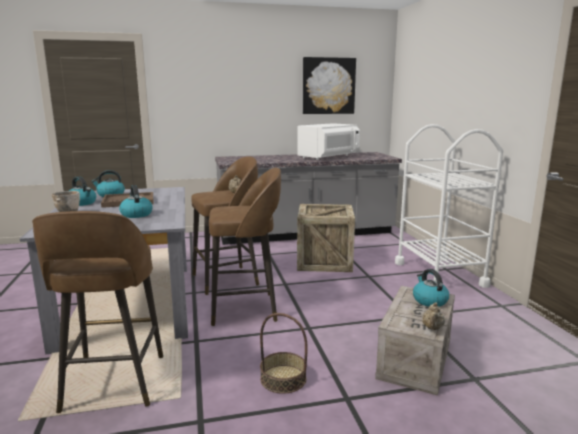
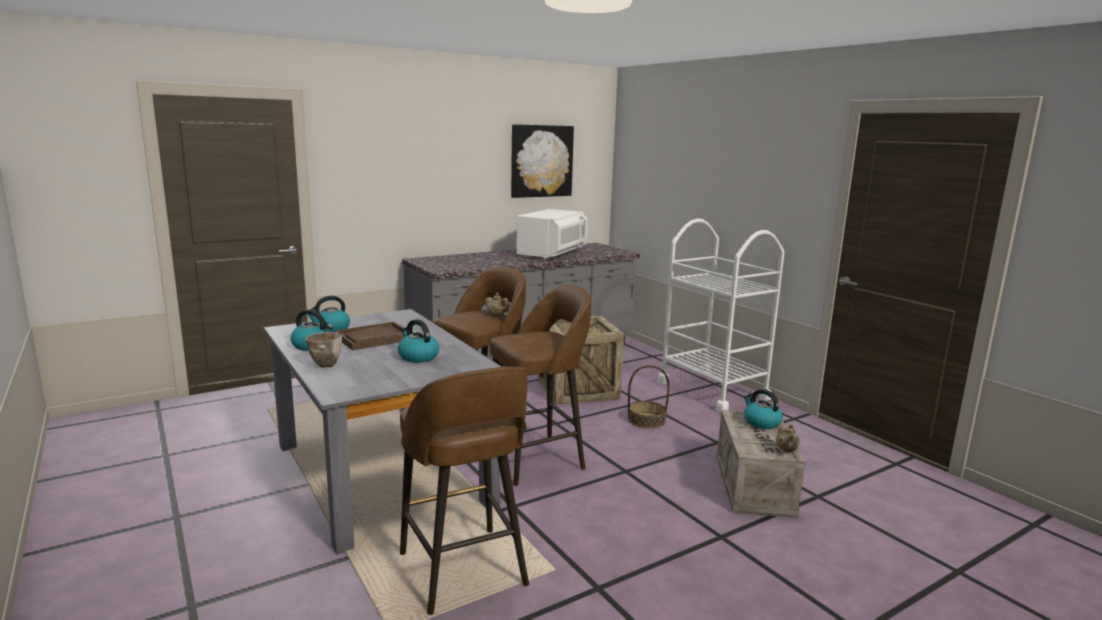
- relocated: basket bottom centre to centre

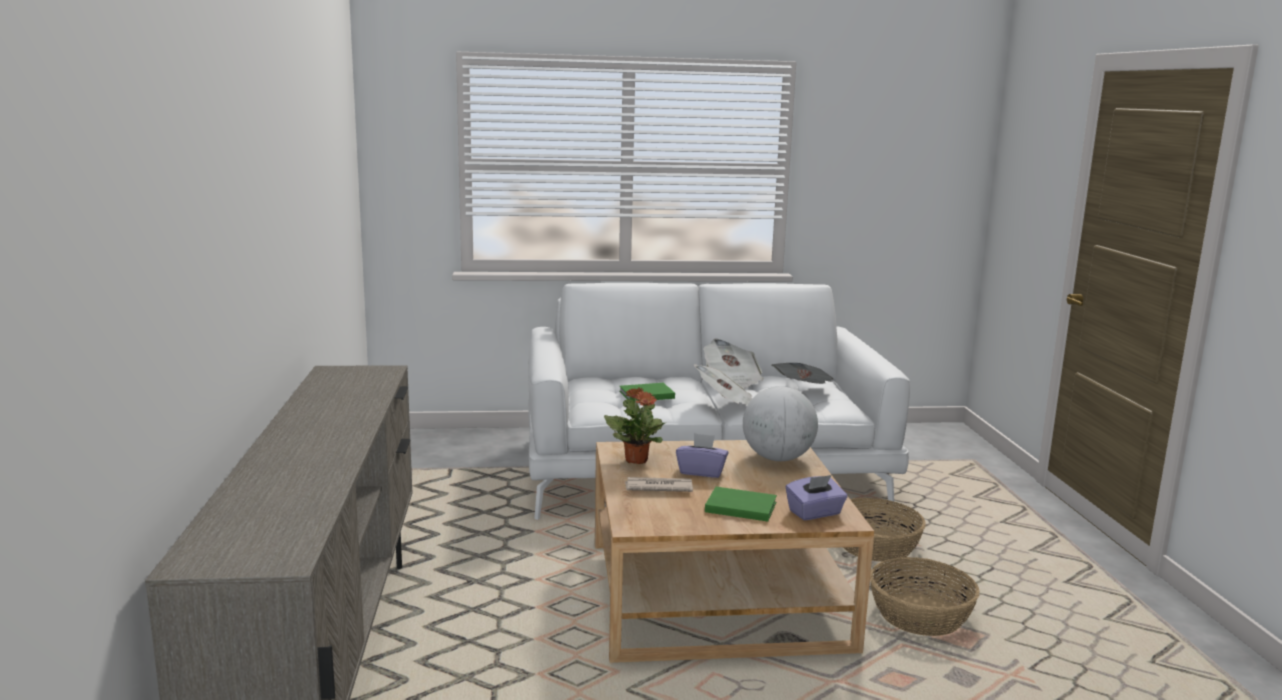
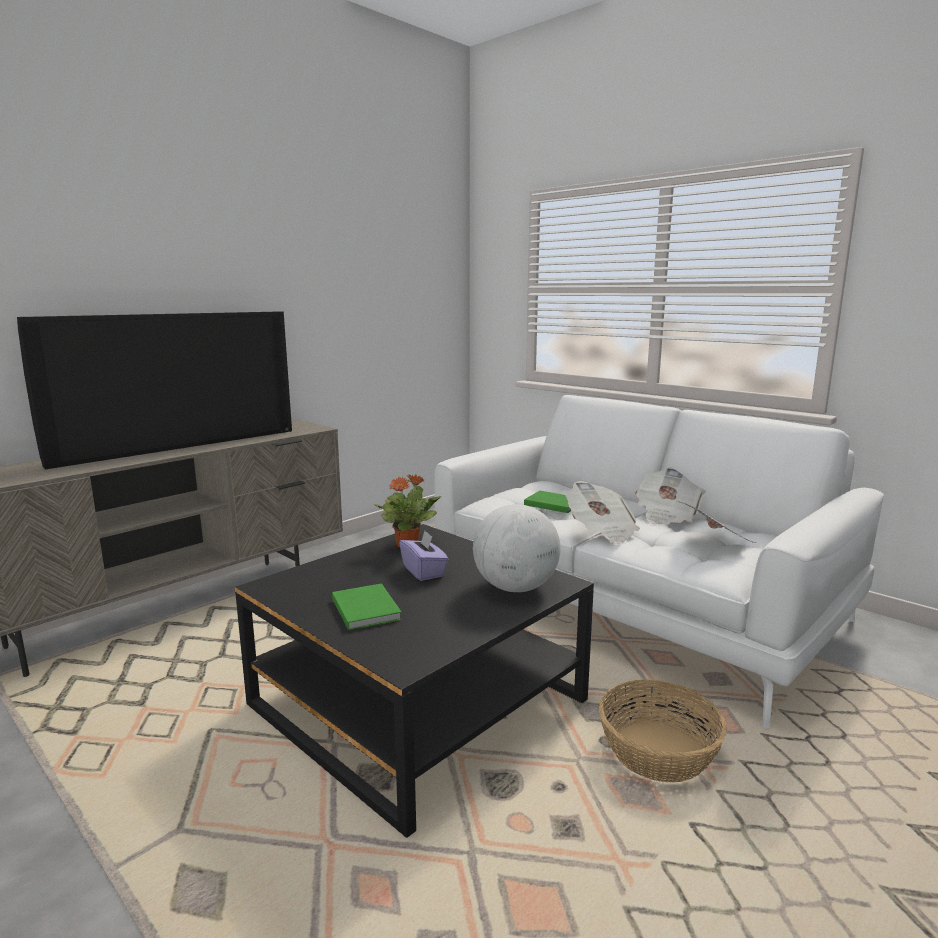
- colour: beige-coloured coffee table bottom centre to black coffee table bottom centre
- missing: daily paper (no. 1 from left) bottom centre
- missing: purple tissue holder (no. 2 from left) bottom centre
- missing: basket (no. 2 from left) bottom right
- appeared: TV middle left

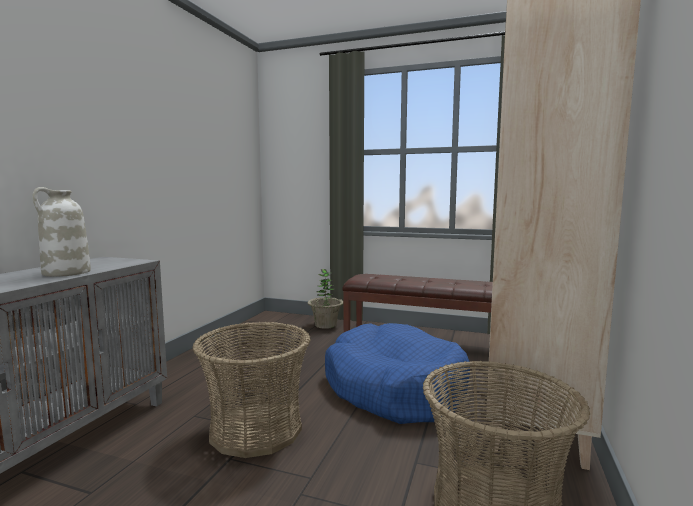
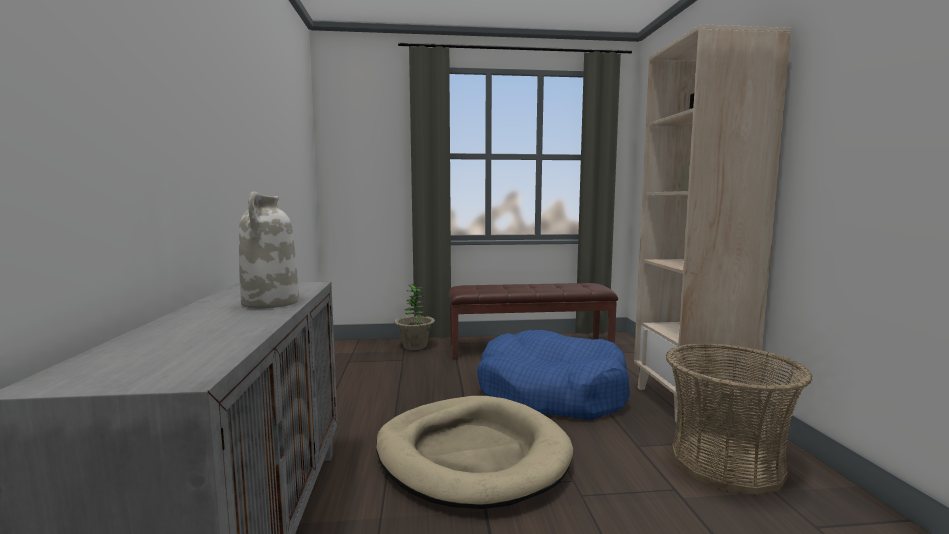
- exchanged: basket (no. 1 from left) bottom centre to beige-coloured dog cushion bottom centre

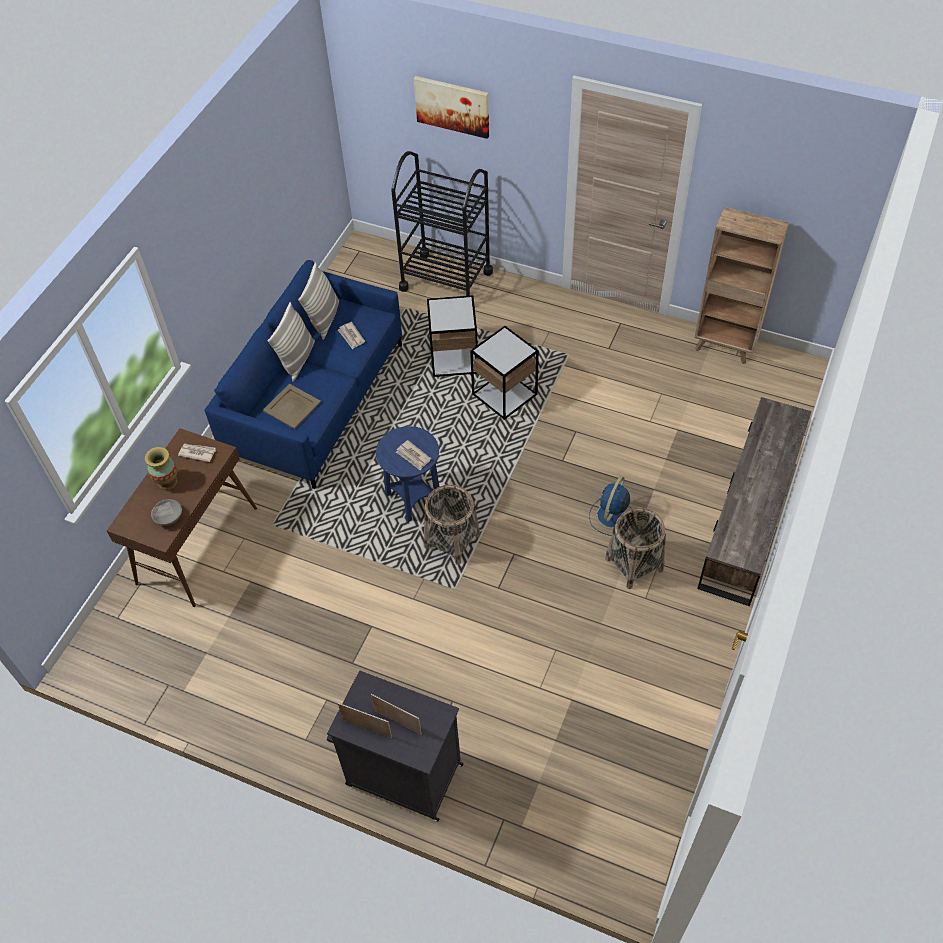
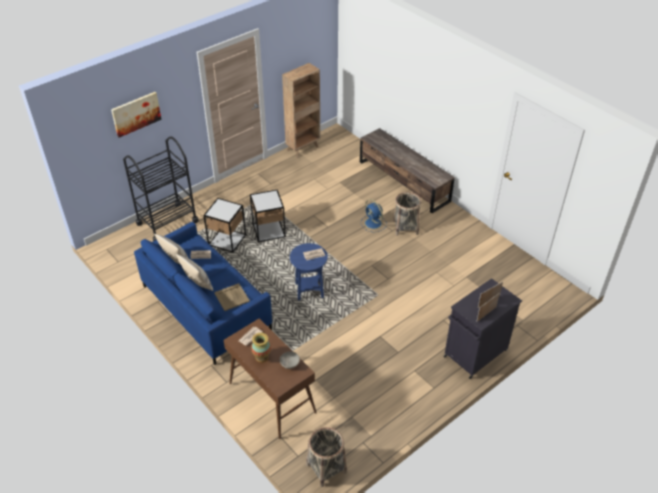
- relocated: basket (no. 1 from left) centre to bottom centre

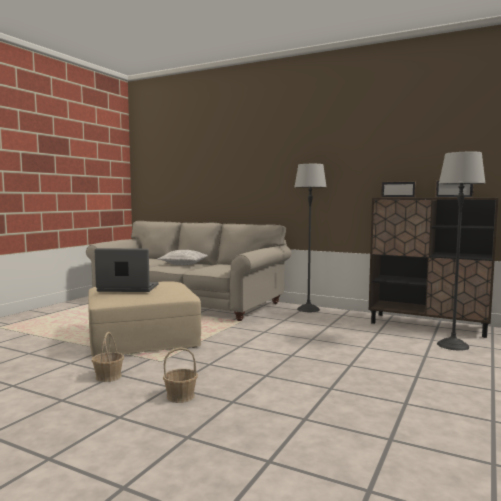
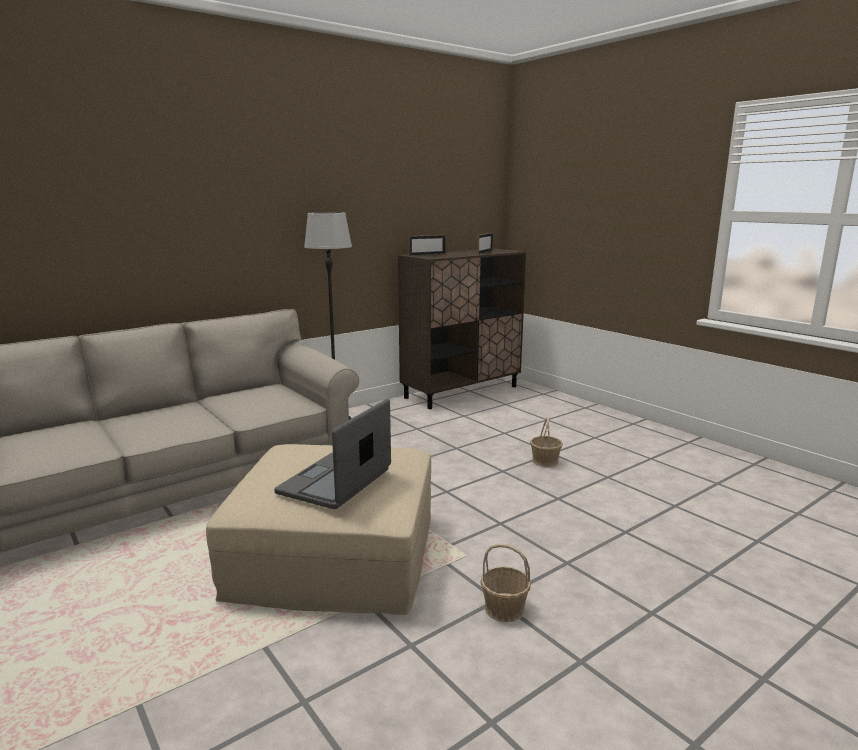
- missing: pillow centre
- relocated: basket (no. 2 from left) bottom centre to centre
- missing: standard lamp (no. 2 from left) middle right

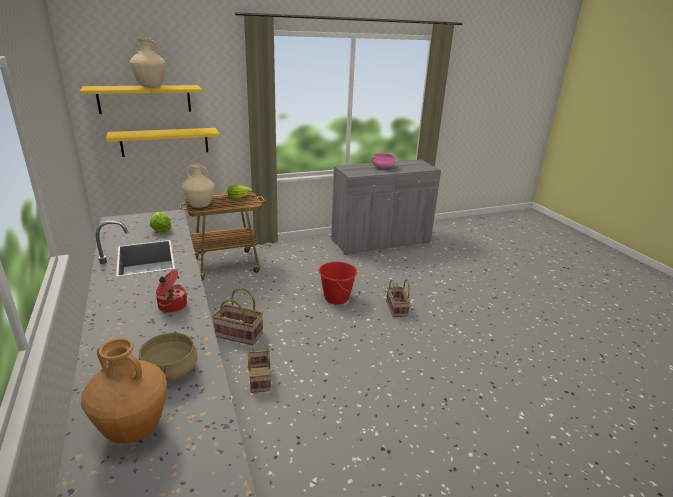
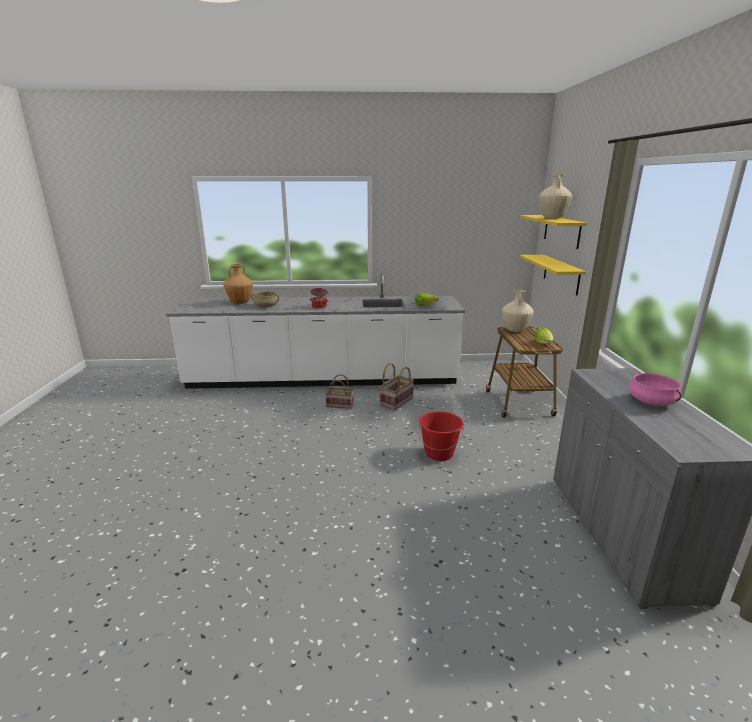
- missing: basket (no. 3 from left) centre

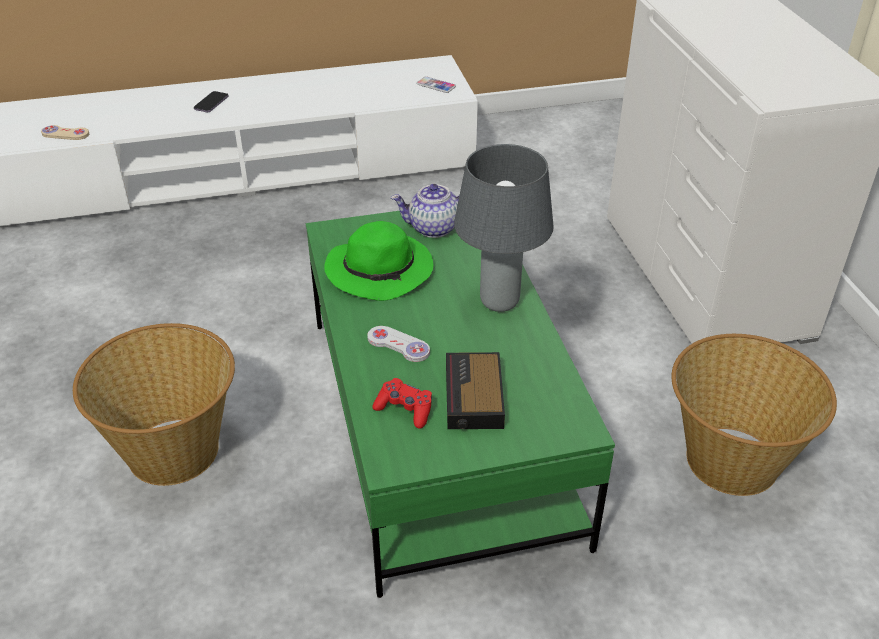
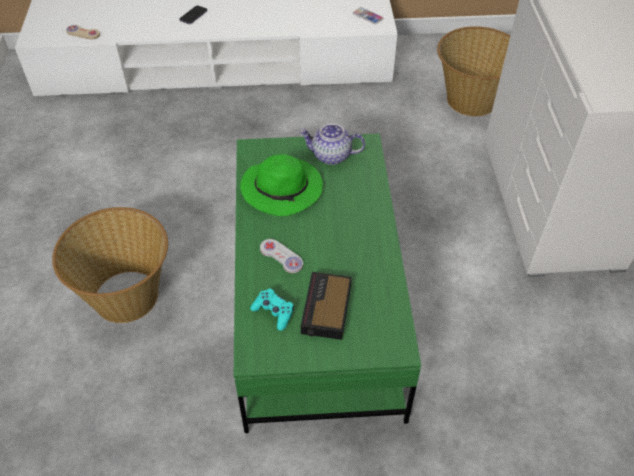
- colour: red-coloured joypad centre to turquoise-coloured joypad centre
- missing: greyish tabletop lamp centre
- relocated: basket (no. 2 from left) middle right to top right

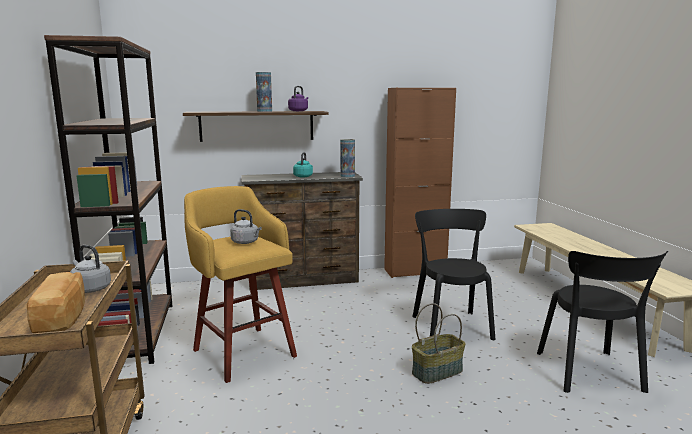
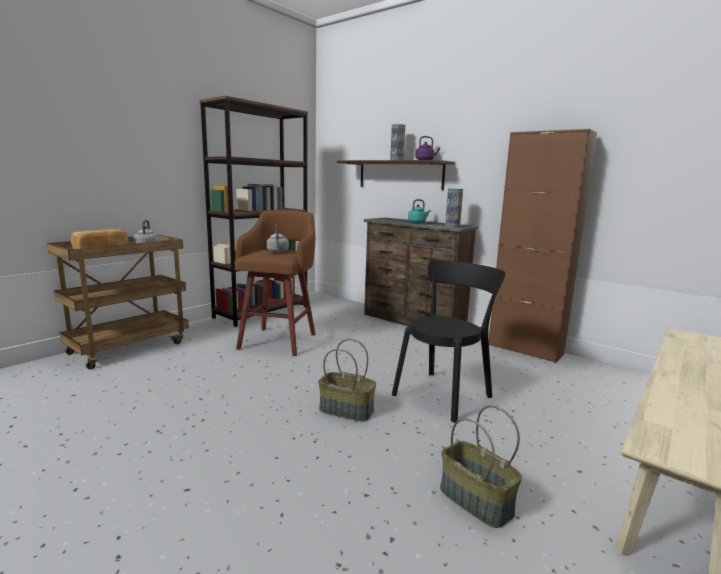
- colour: yellowish stool seat centre to brownish stool seat centre
- exchanged: black chair (no. 2 from left) bottom right to basket (no. 2 from left) bottom right

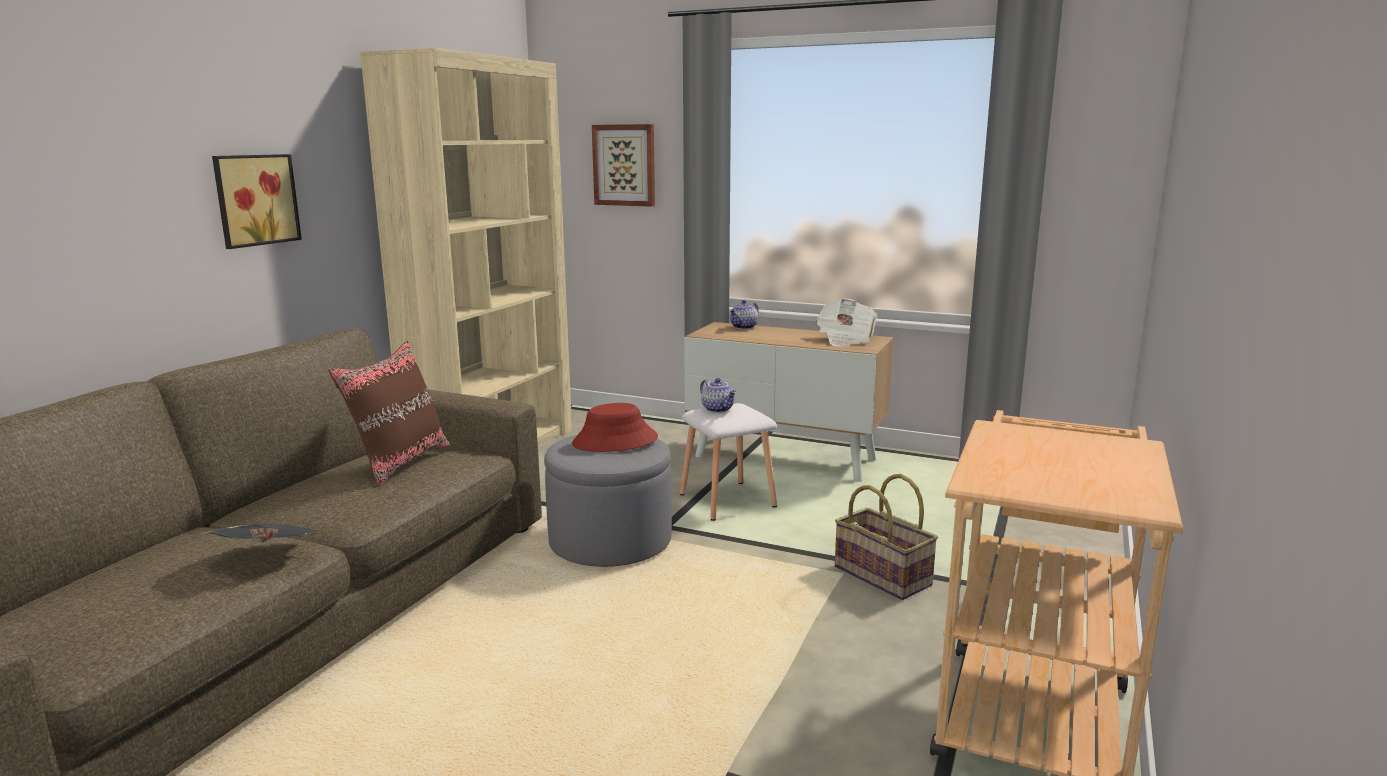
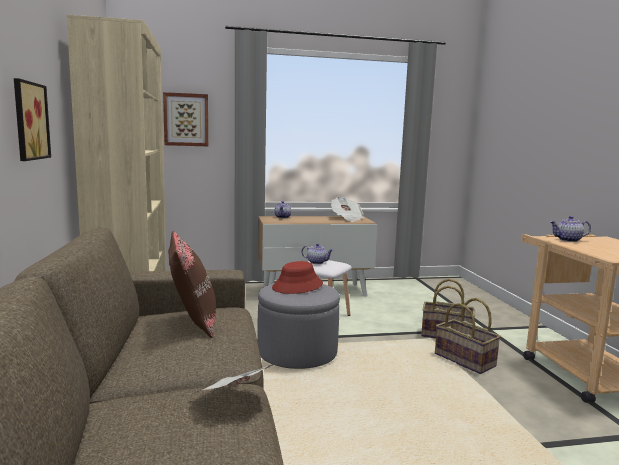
- appeared: basket (no. 2 from left) bottom right
- appeared: tea pot (no. 3 from left) middle right

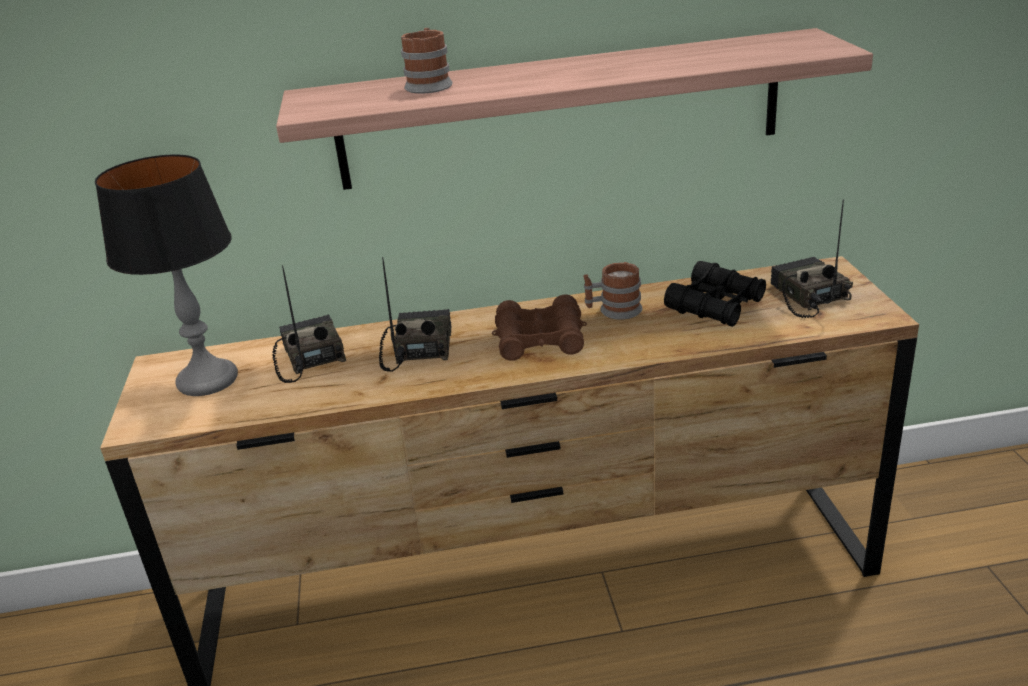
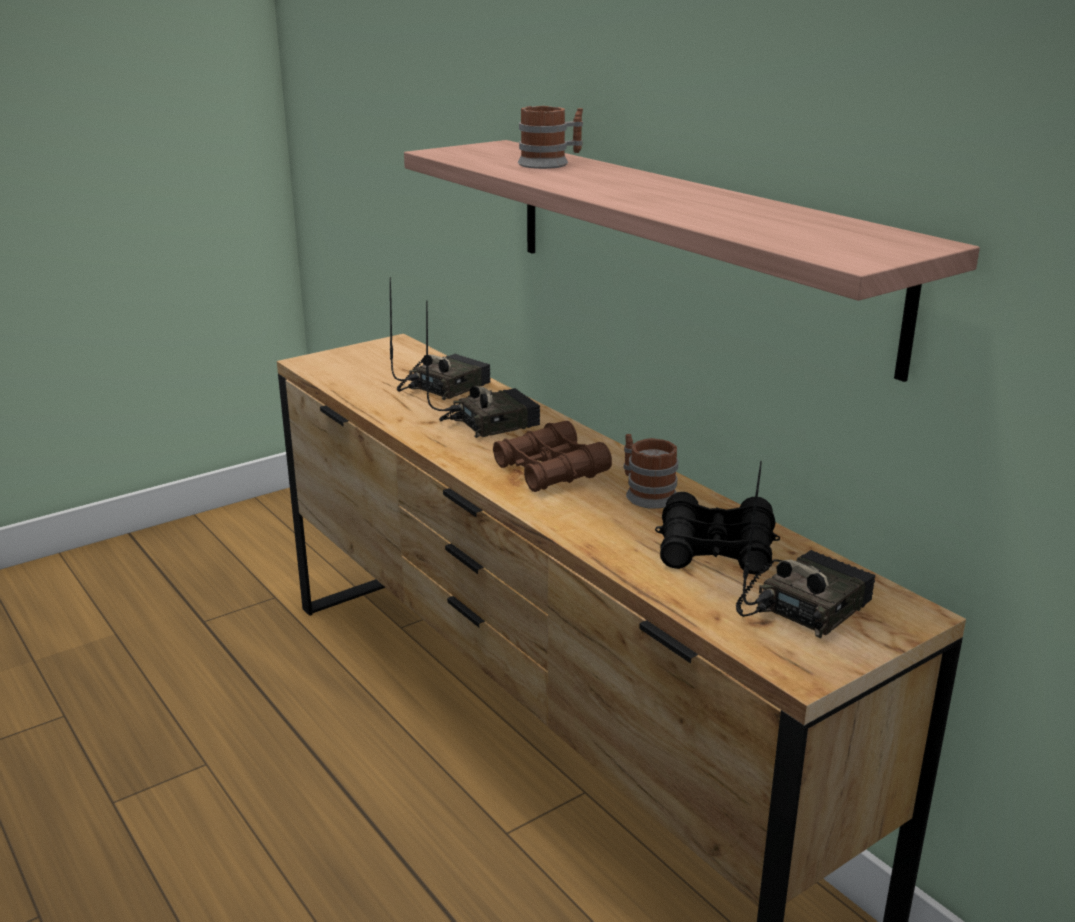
- missing: tabletop lamp middle left

